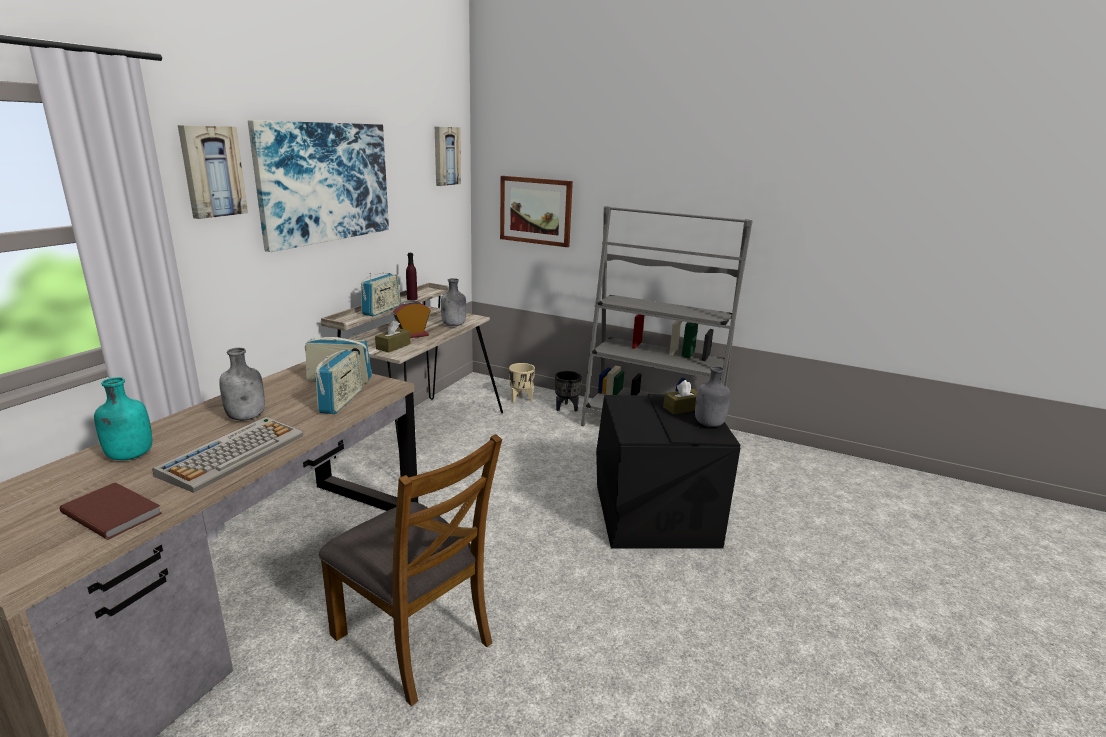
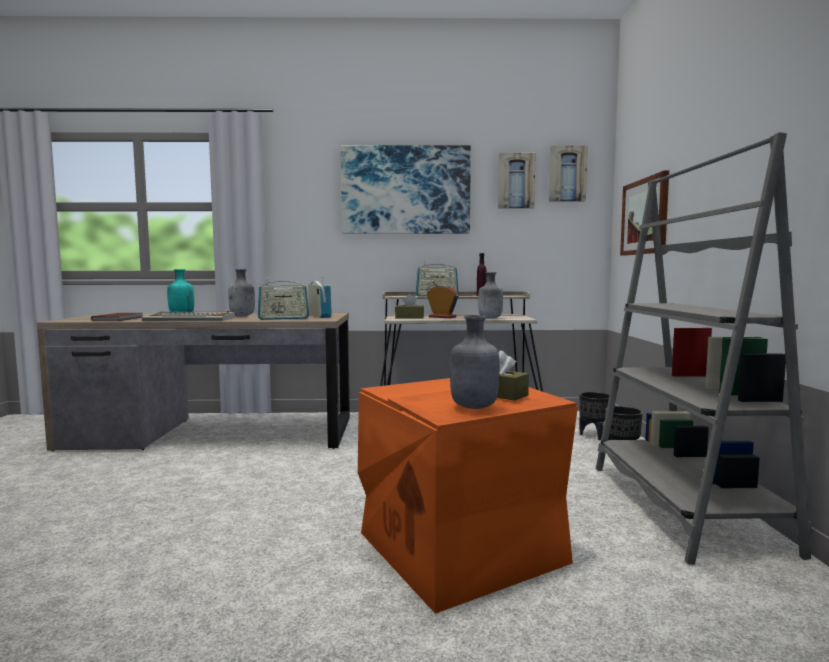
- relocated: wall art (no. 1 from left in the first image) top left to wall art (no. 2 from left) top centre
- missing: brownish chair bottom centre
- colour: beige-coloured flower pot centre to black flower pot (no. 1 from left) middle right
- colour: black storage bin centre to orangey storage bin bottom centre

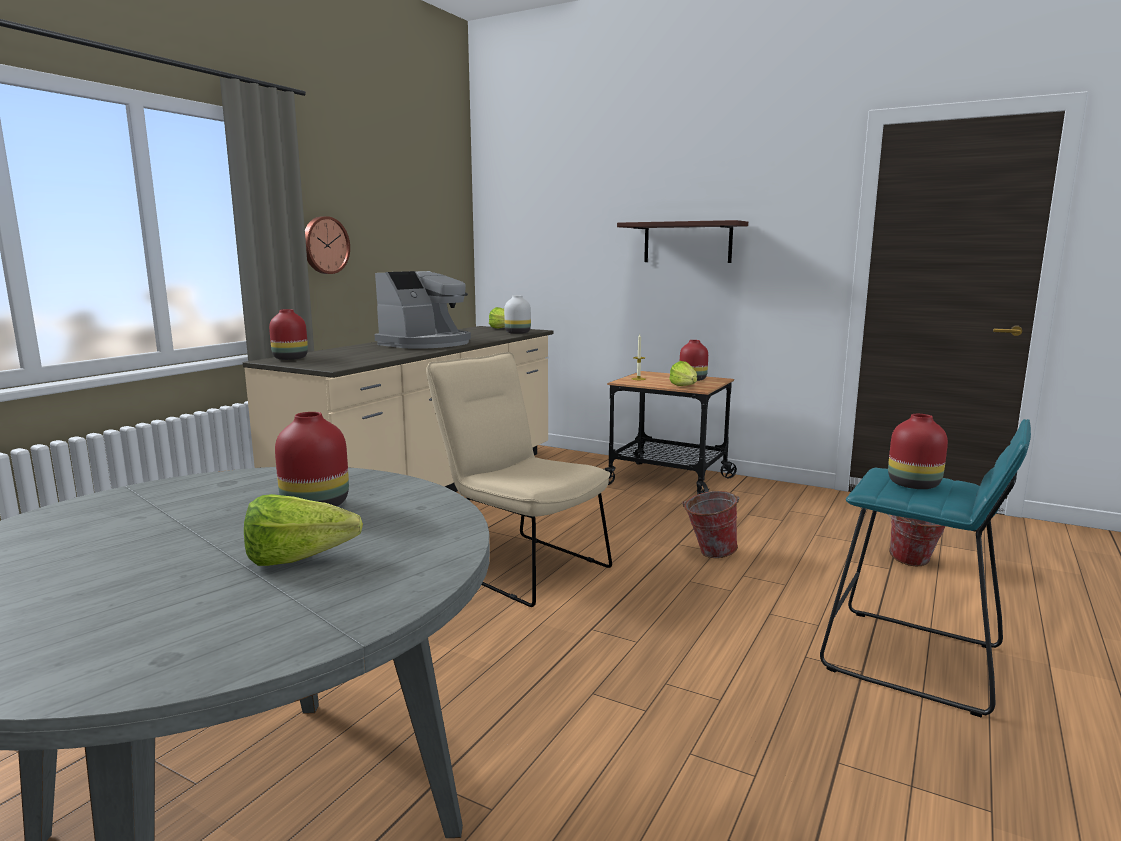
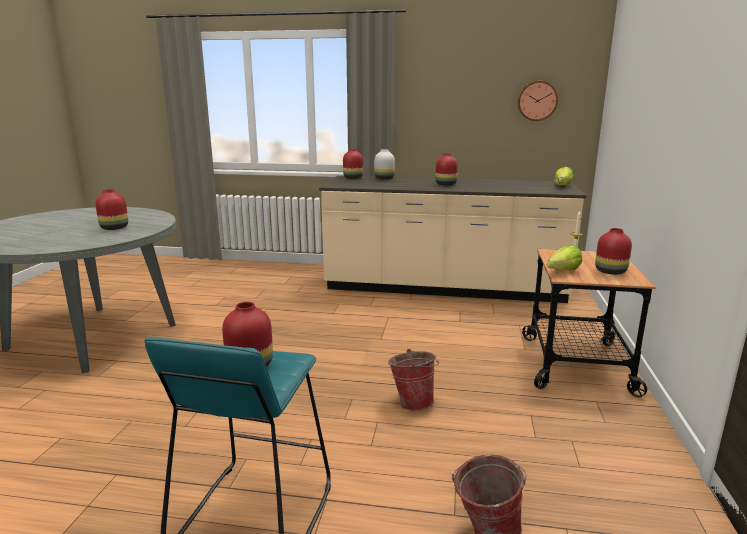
- missing: head of lettuce (no. 1 from left) middle left
- relocated: hanging clock top left to top right
- exchanged: coffee brewer centre to red-coloured flower vase (no. 4 from left) top centre
- missing: beige-coloured chair centre
- relocated: white flower vase centre to top centre
- missing: bracket shelf top centre

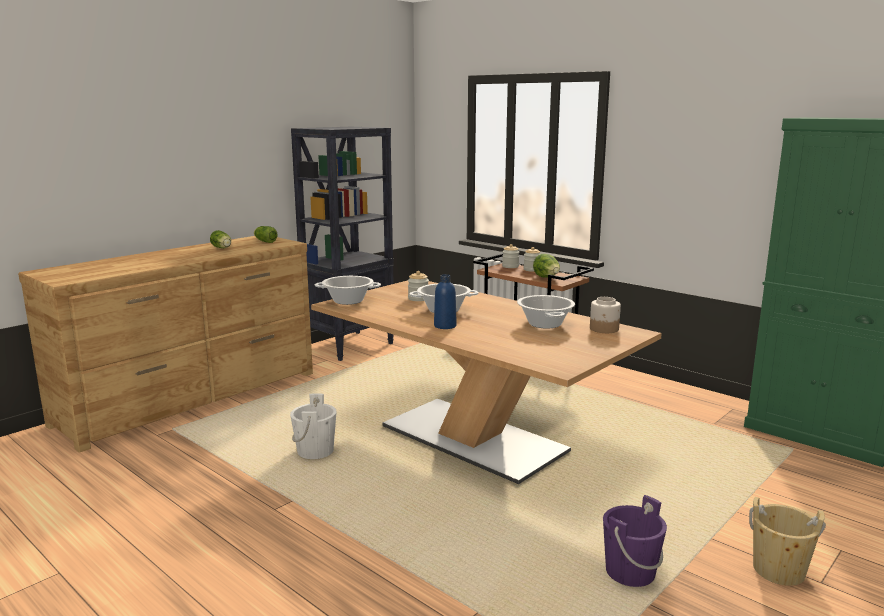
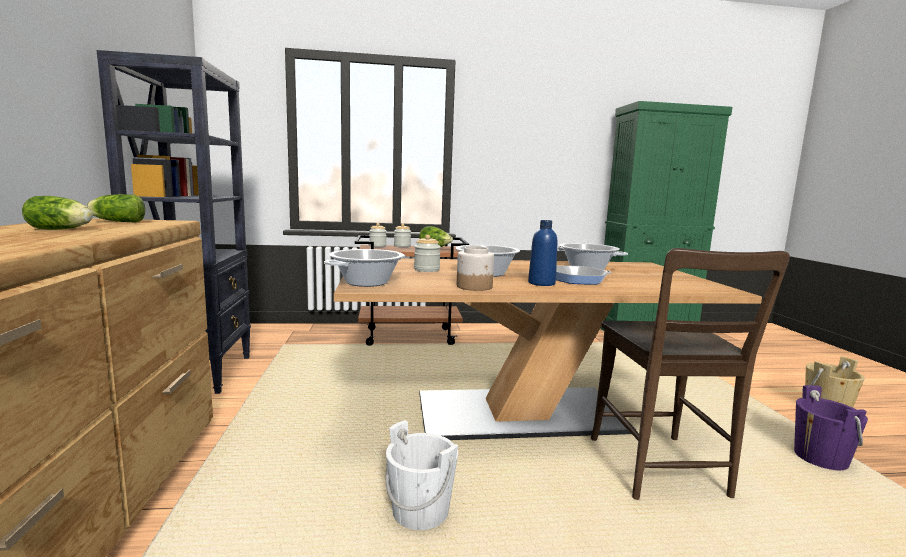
- relocated: jar (no. 4 from left) middle right to centre
- appeared: pan centre
- appeared: brownish chair bottom right

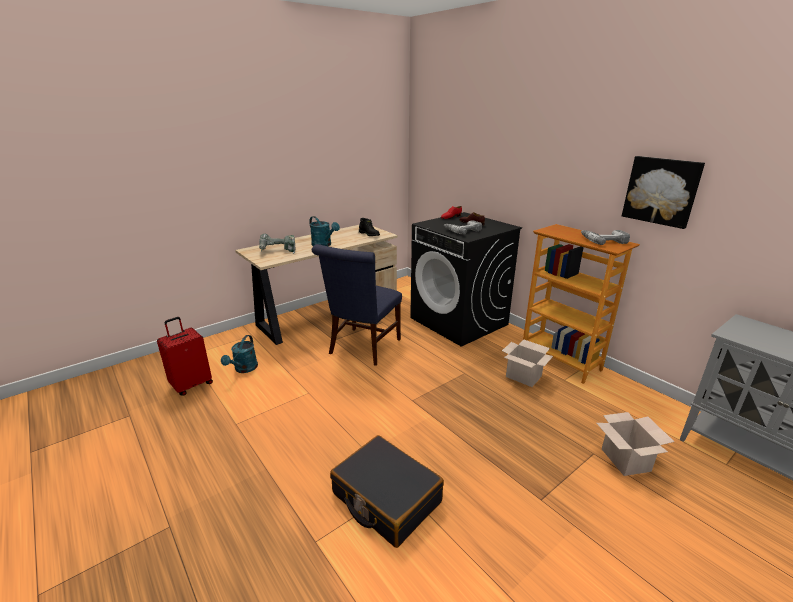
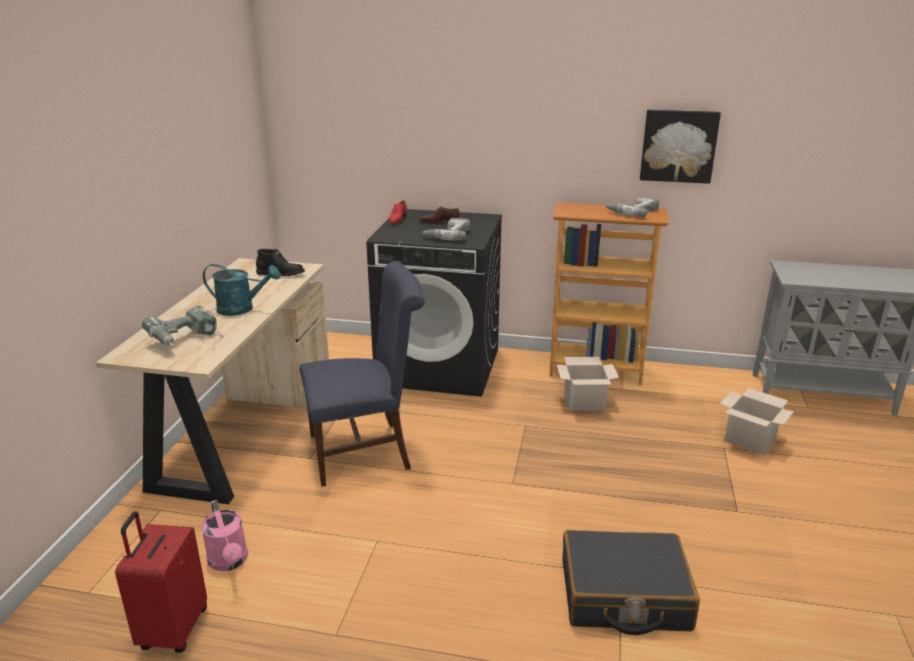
- colour: turquoise-coloured sprinkling can (no. 1 from left) middle left to pinkish sprinkling can bottom left
- spun: blue-coloured chair centre = centre 90 degrees counterclockwise

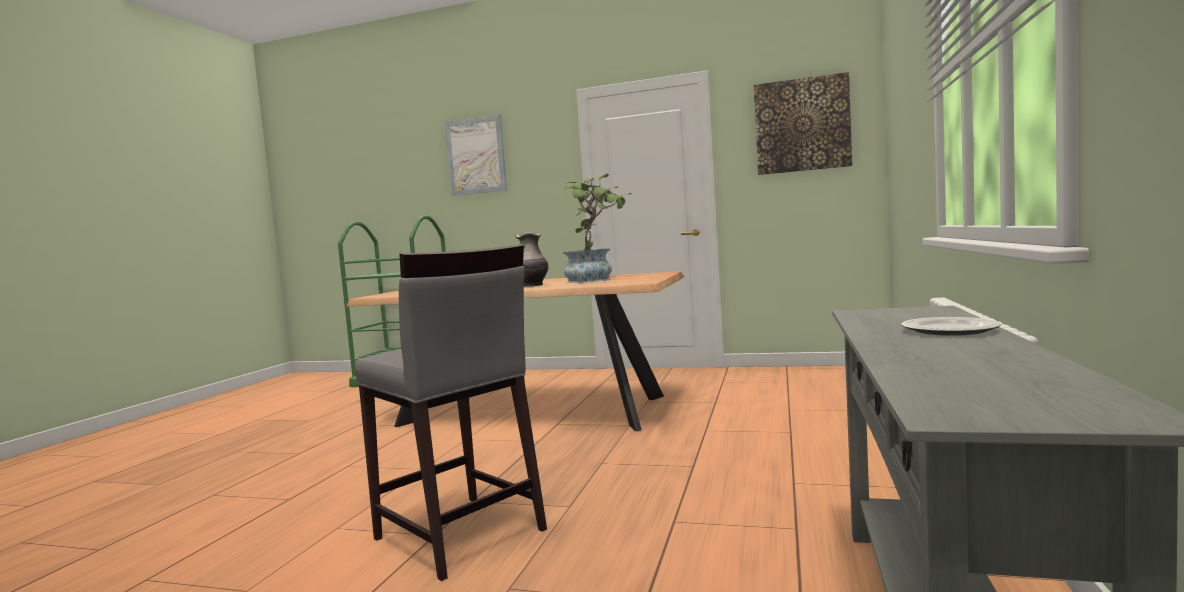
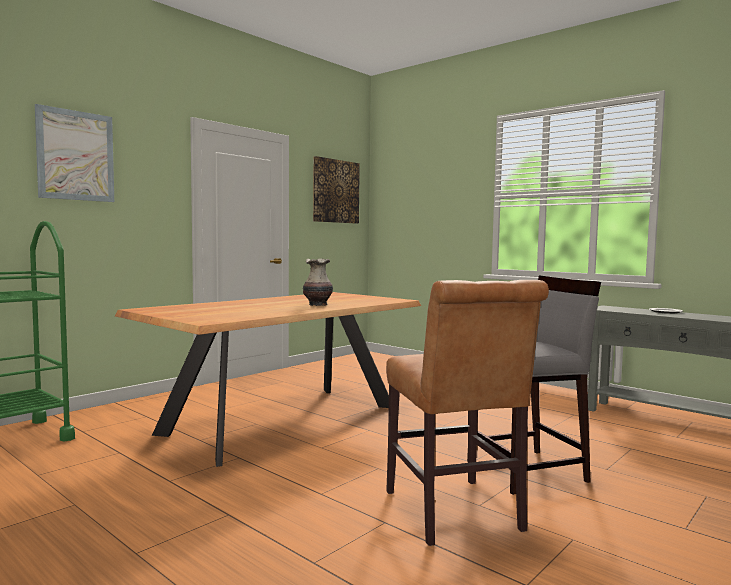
- missing: plant in a pot centre
- appeared: brownish chair bottom centre

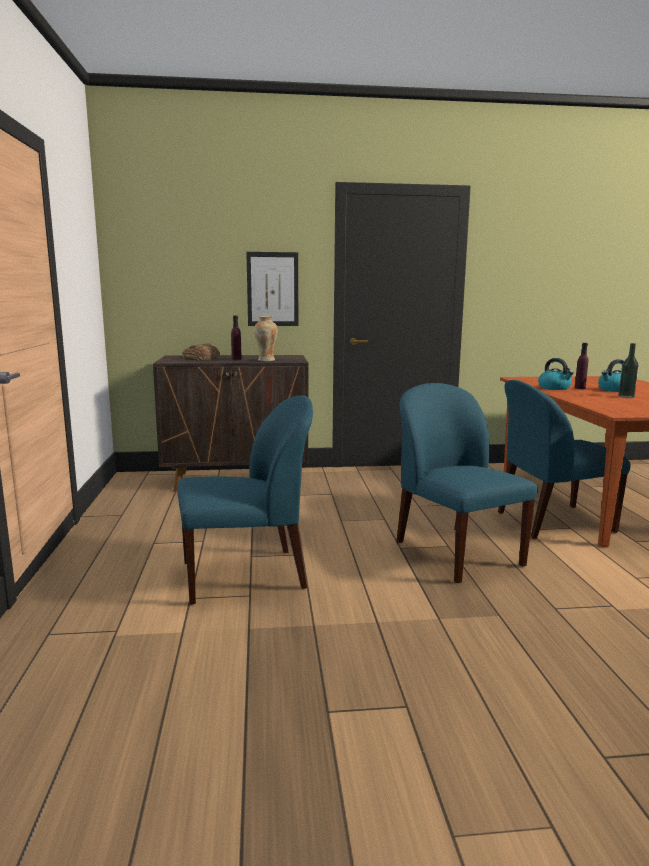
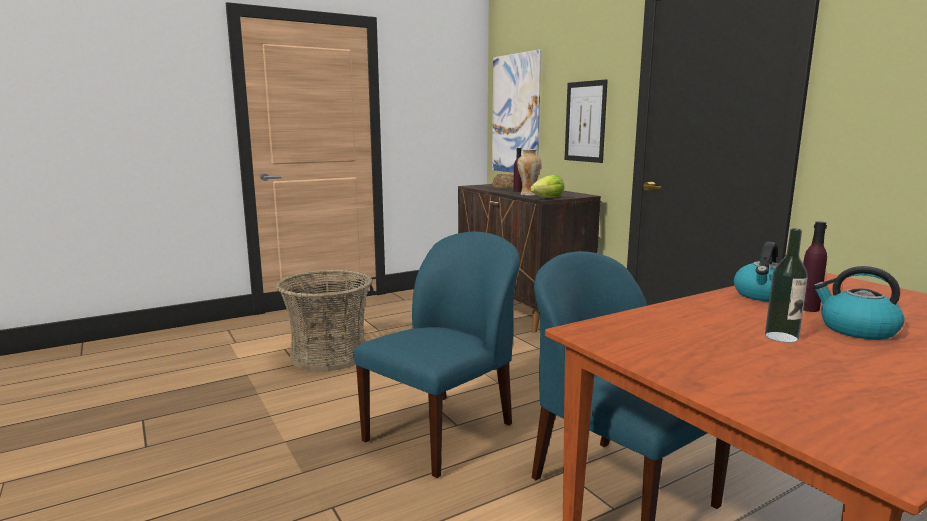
- exchanged: blue-coloured chair (no. 1 from left) centre to basket centre
- appeared: wall art (no. 1 from left) top centre
- appeared: head of lettuce centre

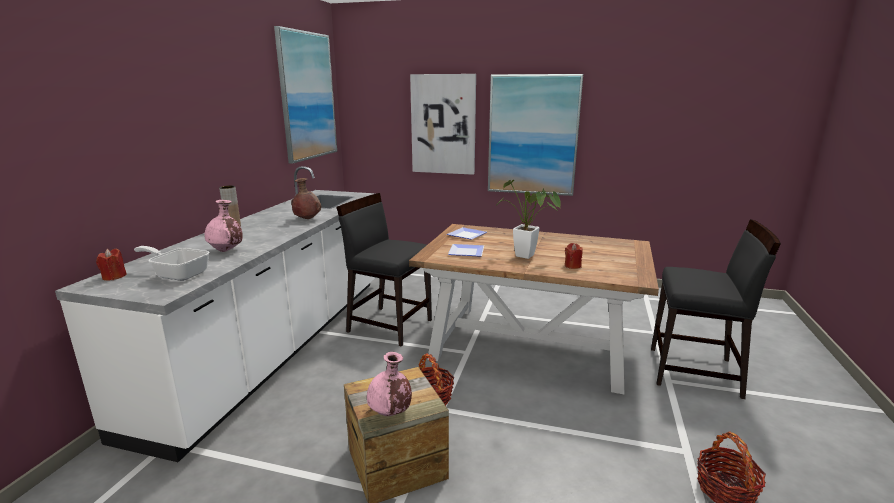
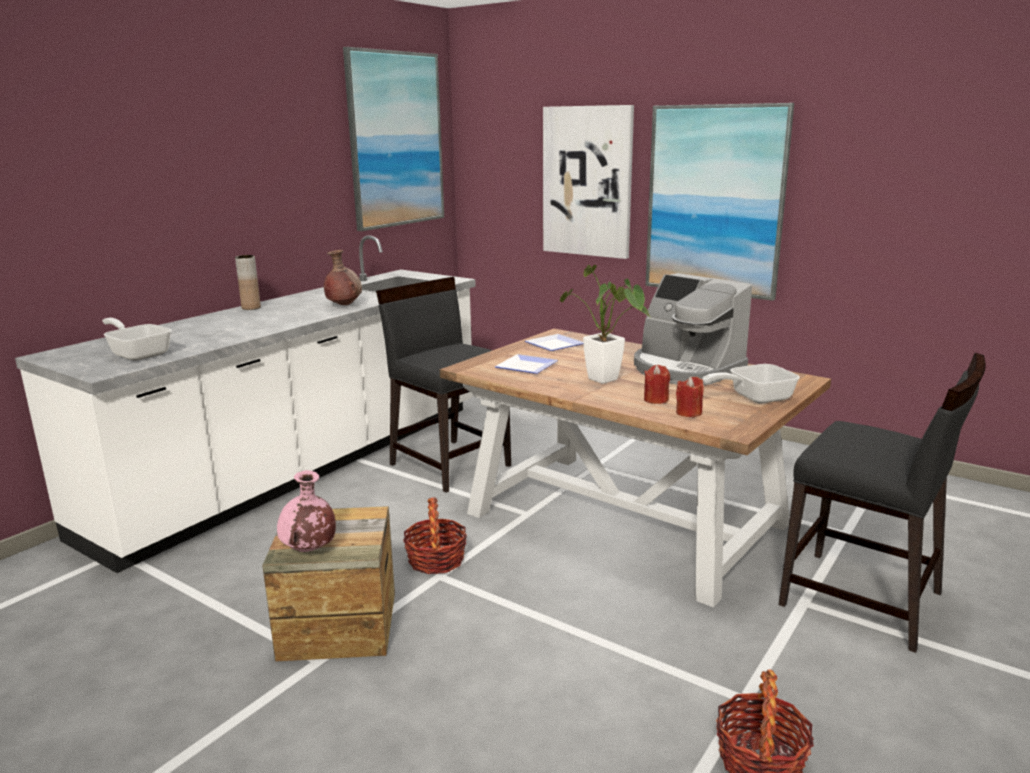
- relocated: red-coloured wax candle (no. 1 from left in the first image) middle left to red-coloured wax candle (no. 2 from left) middle right
- missing: pinkish flower vase (no. 1 from left) middle left
- appeared: coffee brewer middle right
- appeared: pan (no. 2 from left) middle right

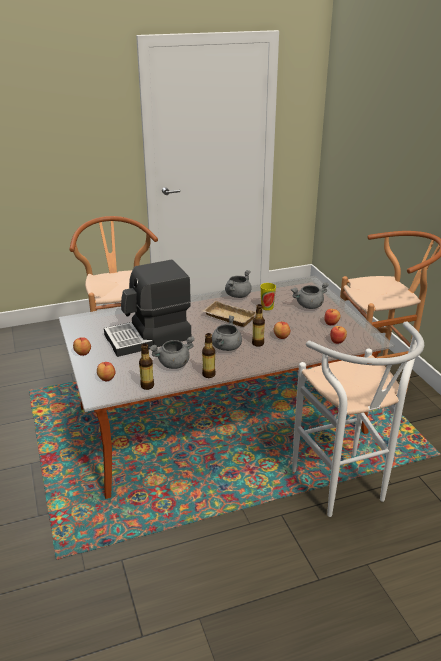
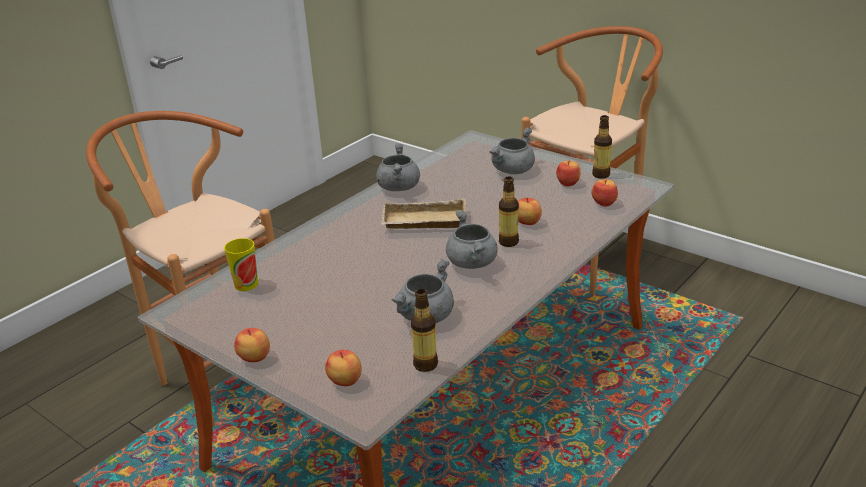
- missing: coffee brewer centre
- relocated: beverage bottle (no. 2 from left in the first image) centre to beverage bottle (no. 3 from left) top right
- relocated: small cup centre to middle left
- missing: white stool seat middle right

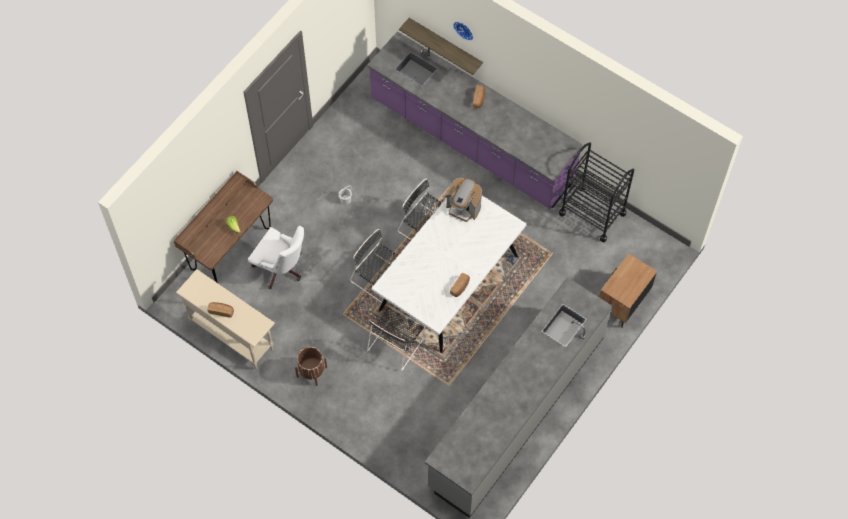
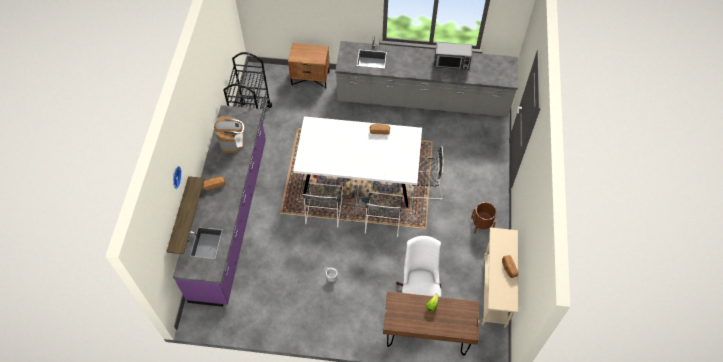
- relocated: coffee brewer centre to middle left
- appeared: microwave oven top centre

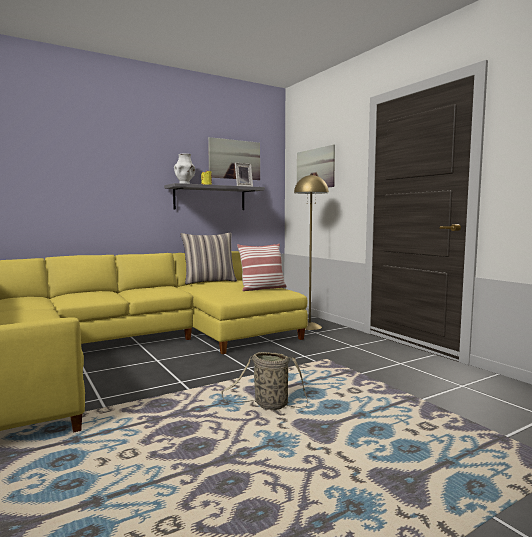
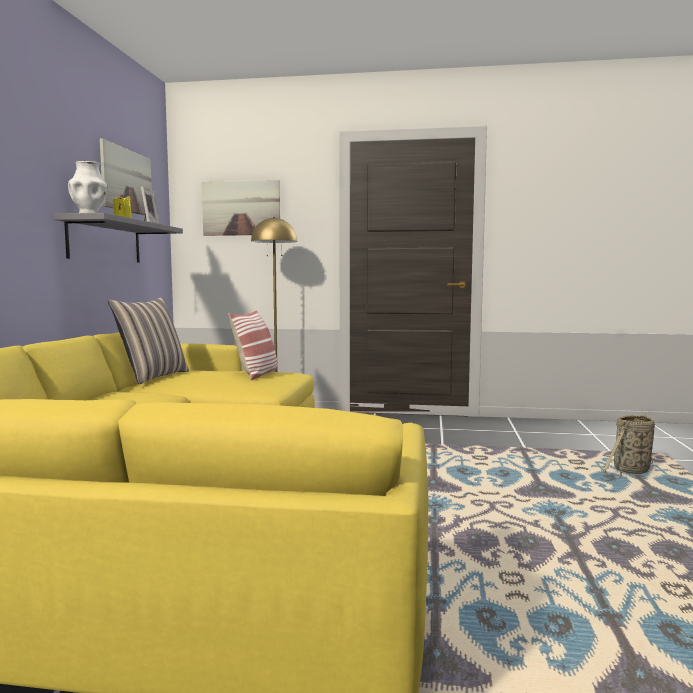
- relocated: basket bottom centre to middle right

